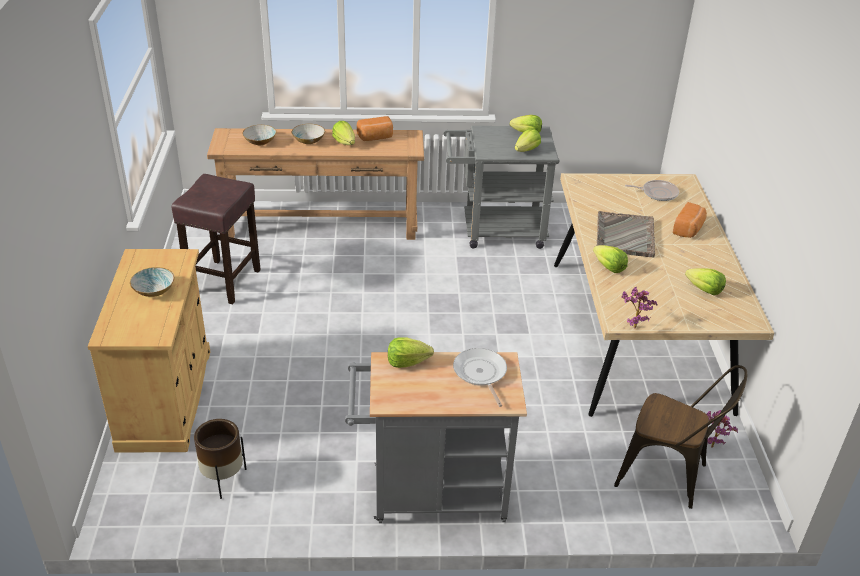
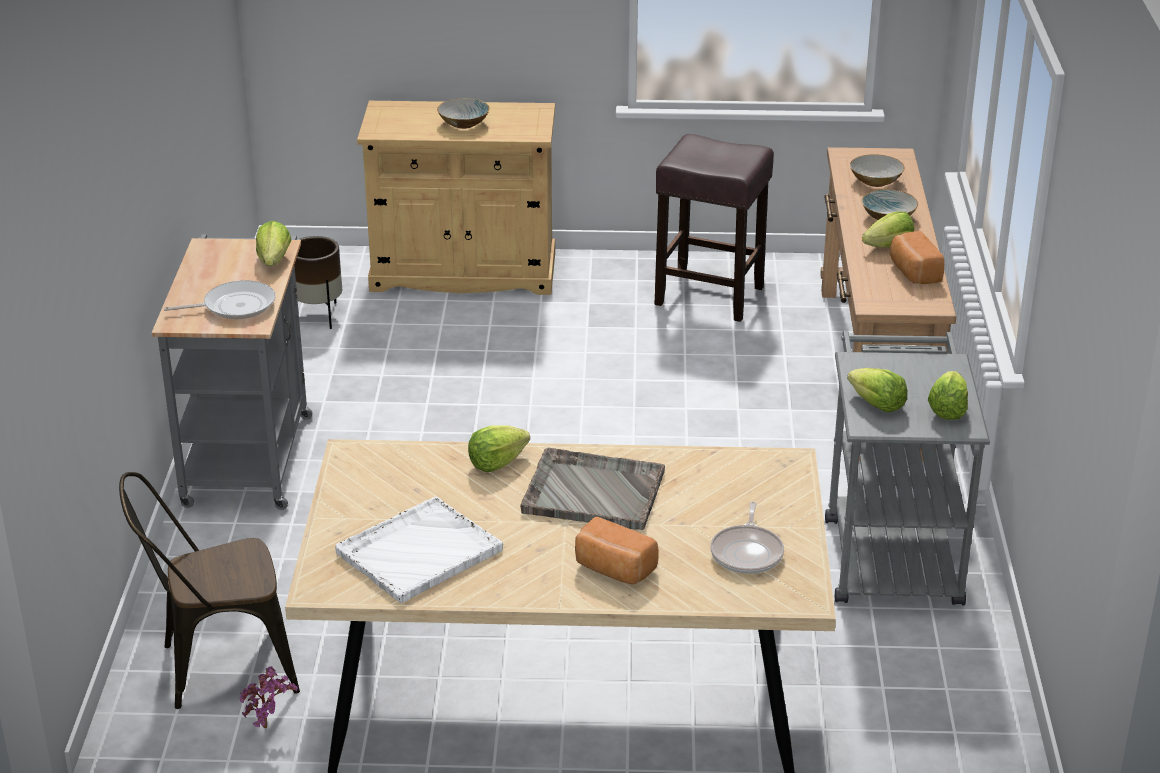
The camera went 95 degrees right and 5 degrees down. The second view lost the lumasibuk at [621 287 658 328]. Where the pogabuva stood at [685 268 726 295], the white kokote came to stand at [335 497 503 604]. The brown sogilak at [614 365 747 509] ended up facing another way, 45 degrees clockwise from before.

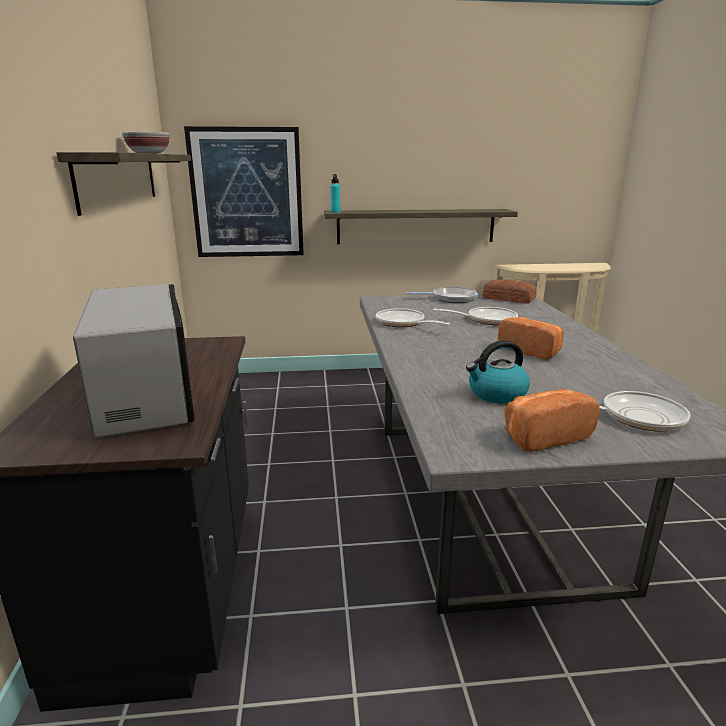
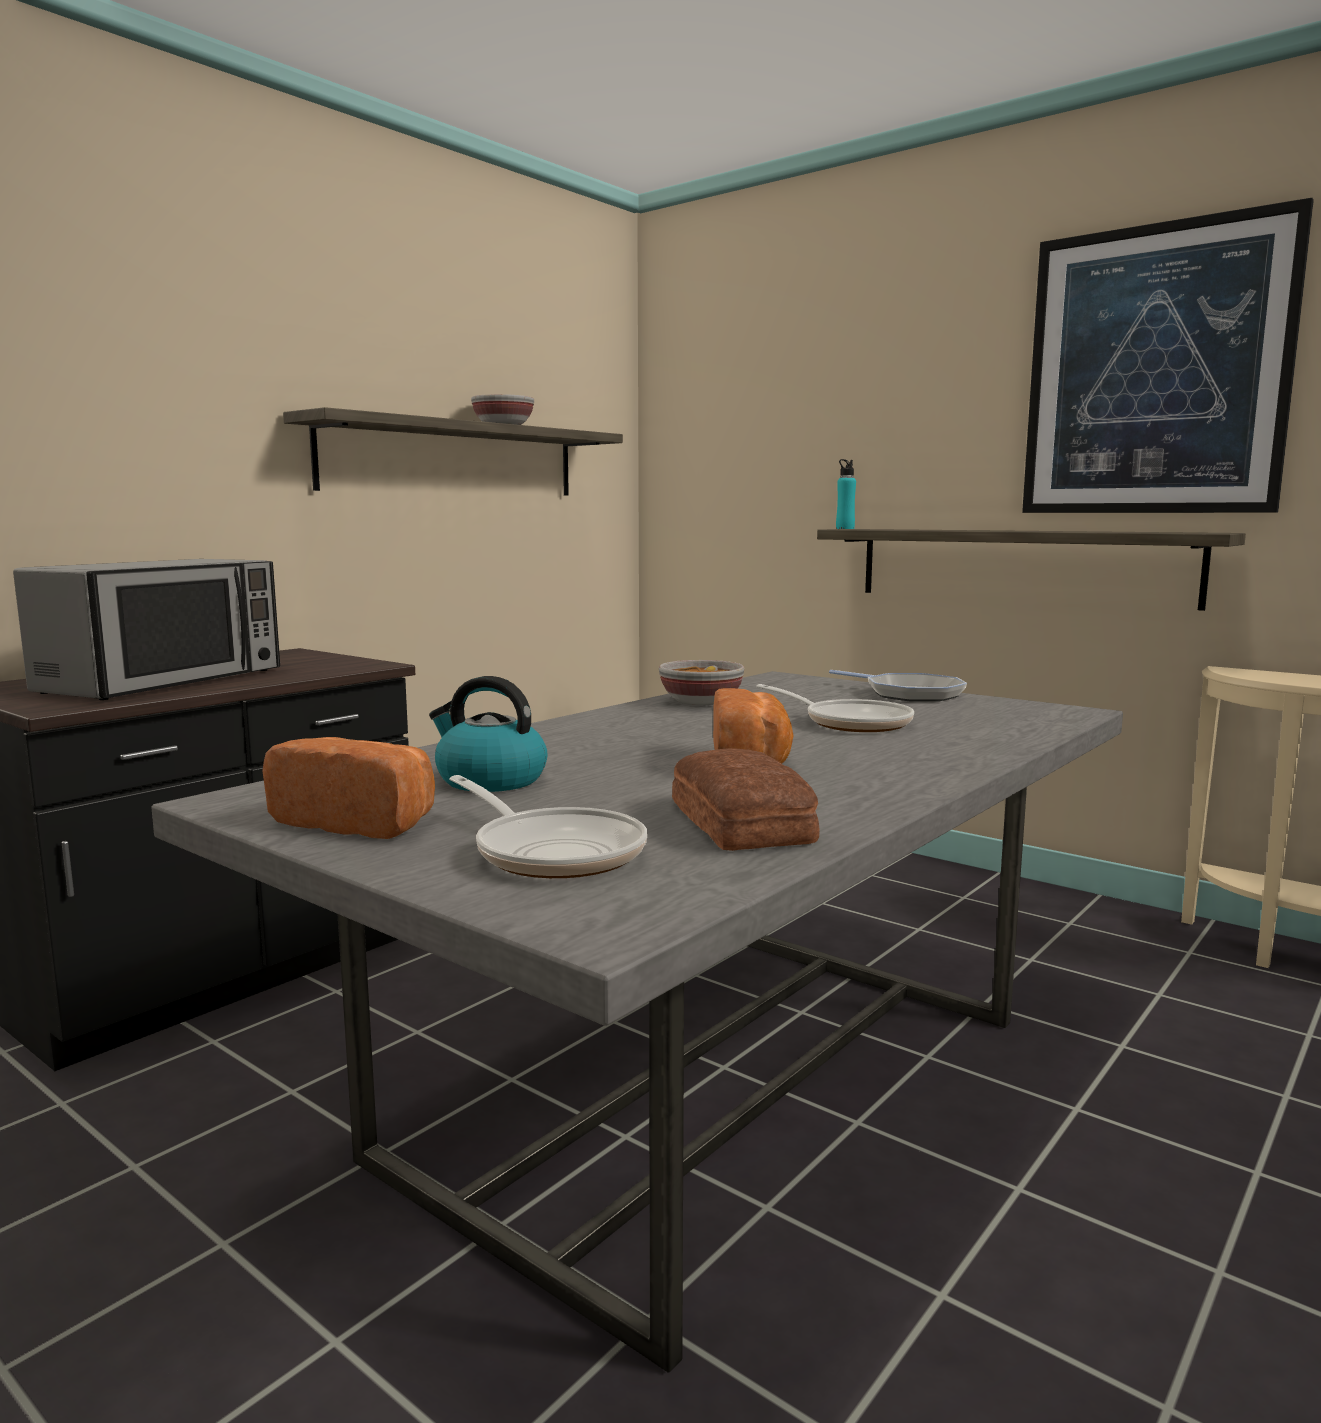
The camera went 45 degrees right and 10 degrees down. The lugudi ended up elsewhere, having gone from [184 126 304 257] to [1022 198 1314 513]. The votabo ended up elsewhere, having gone from [482 279 537 304] to [672 748 820 851]. Where the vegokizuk stood at [376 308 450 327], the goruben came to stand at [659 660 744 705].

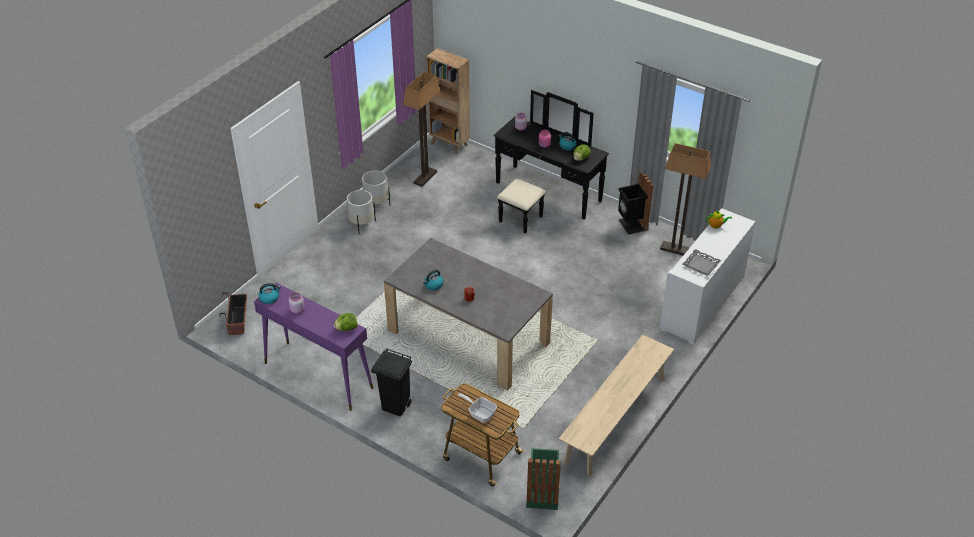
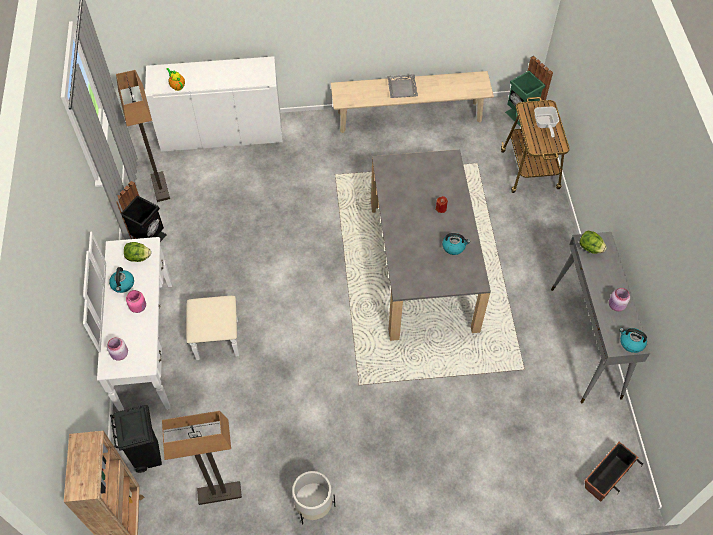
The camera went 130 degrees left and 15 degrees up. The second view lost the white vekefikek at [347 190 376 234]. The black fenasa ended up elsewhere, having gone from [371 348 412 417] to [110 405 162 473]. The grey kokote ended up elsewhere, having gone from [682 249 721 276] to [387 74 418 98]. What was the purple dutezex at [254 283 373 411] turned into the grey dutezex at [551 232 650 403]. What was the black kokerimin at [494 90 609 233] turned into the white kokerimin at [83 232 239 411].

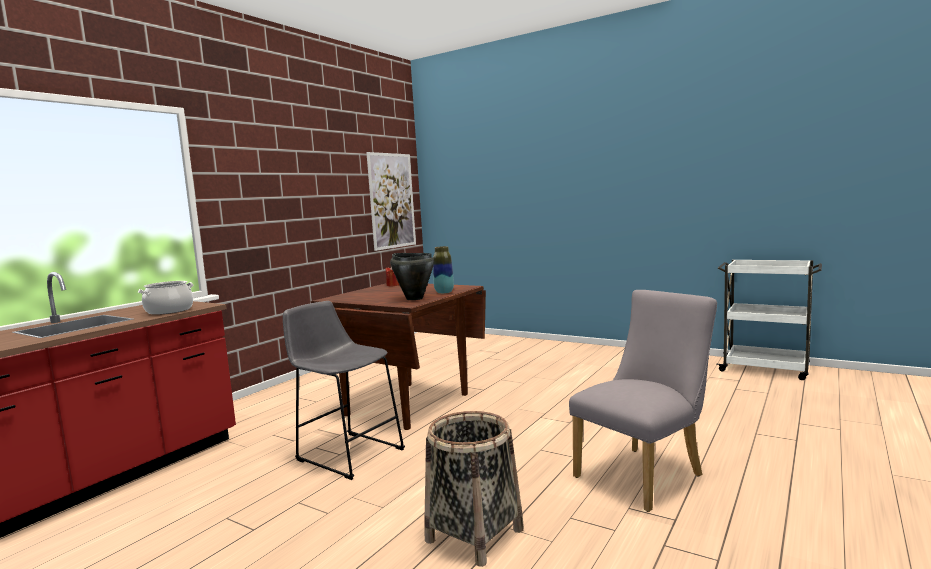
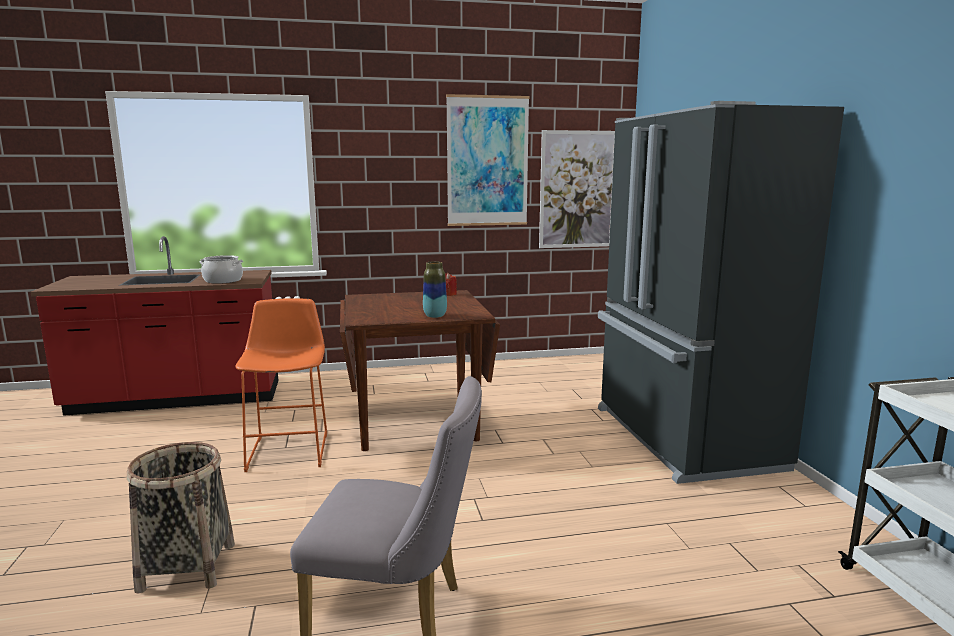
The camera went 45 degrees right and 5 degrees up. The second view lost the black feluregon at [390 253 434 300]. The second view gained the lugudi at [446 94 530 226]. The second view gained the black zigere at [598 101 844 484]. What was the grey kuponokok at [283 301 405 480] turned into the orange kuponokok at [235 298 327 472].

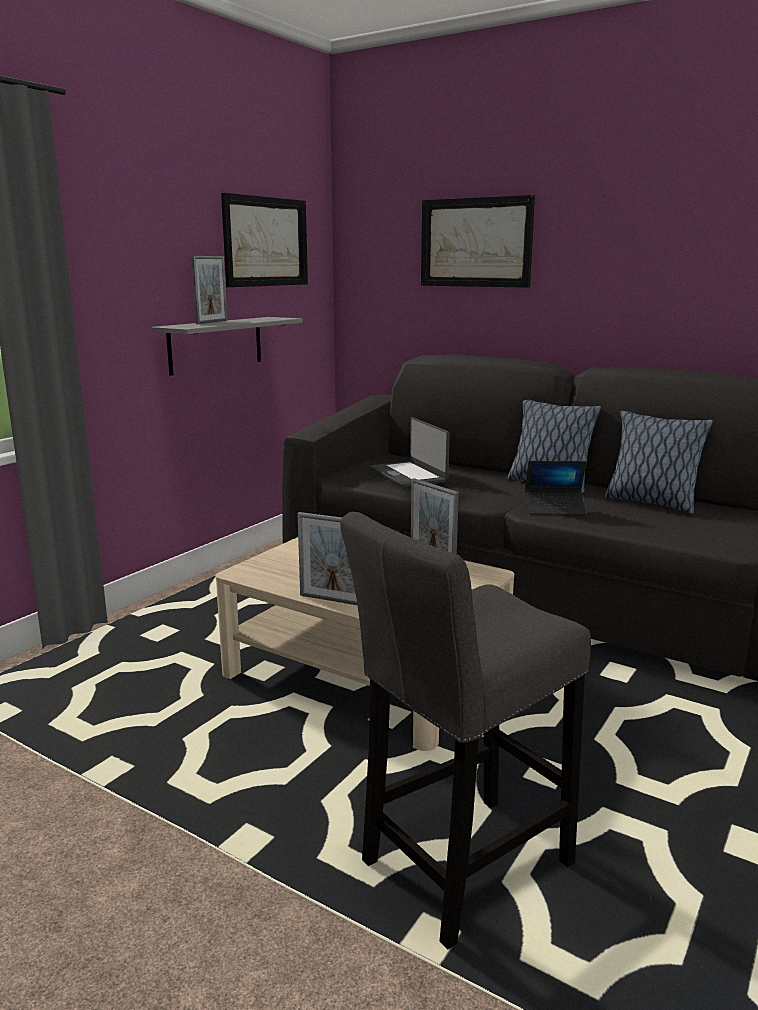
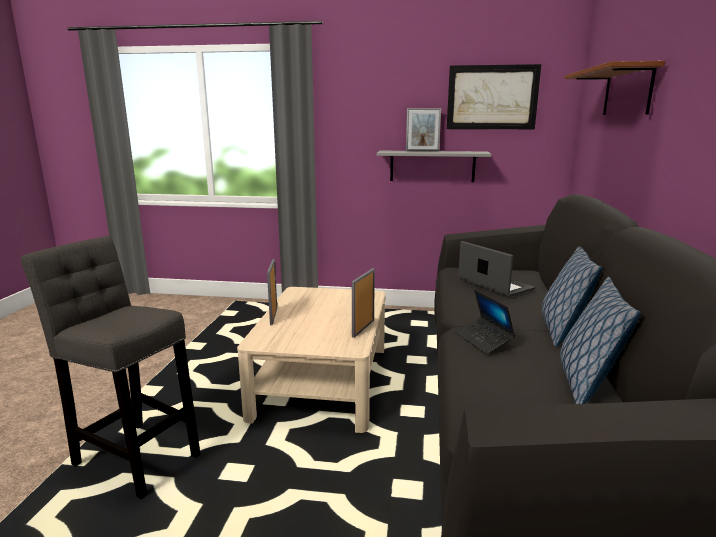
The camera went 65 degrees right and 0 degrees up. Where the lugudi hung at [421 195 535 288], the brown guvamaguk came to hang at [564 61 665 115]. The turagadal at [370 417 450 487] ended up facing another way, 105 degrees clockwise from before.

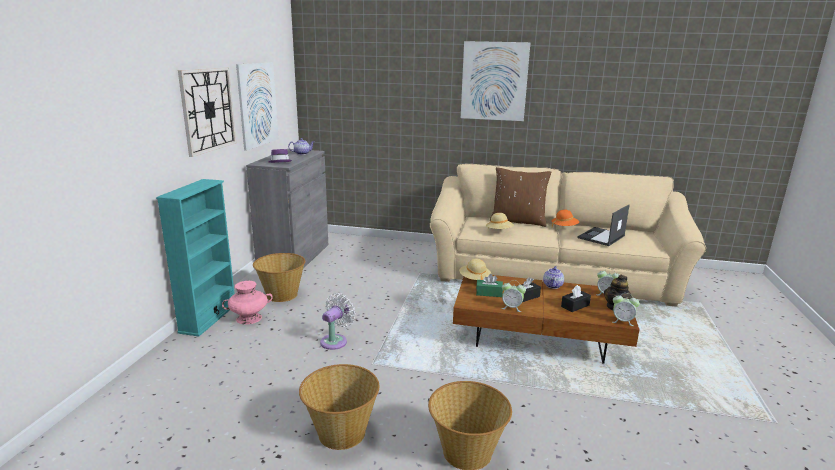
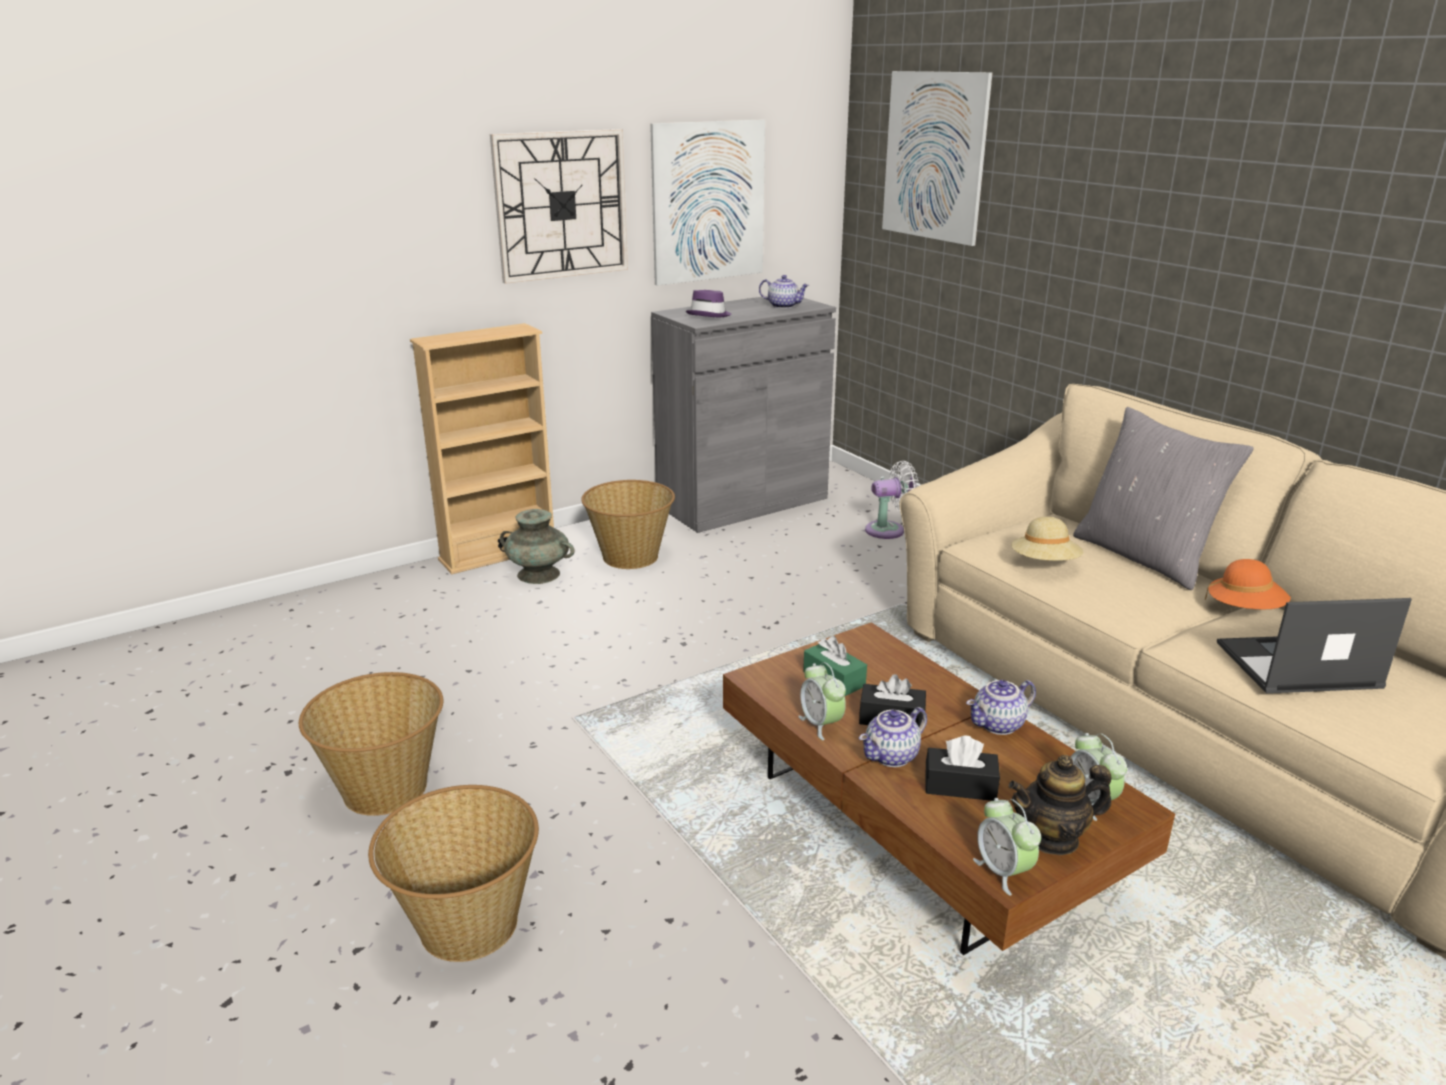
The camera went 45 degrees right and 5 degrees up. The second view lost the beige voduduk at [459 259 491 280]. The second view gained the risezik at [859 707 927 767]. The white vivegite ended up elsewhere, having gone from [320 293 356 350] to [865 461 919 539]. The lugudi ended up elsewhere, having gone from [461 41 531 121] to [882 71 992 246]. What was the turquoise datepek at [156 179 235 336] turned into the beige datepek at [410 323 554 574]. What was the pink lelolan at [222 281 273 325] turned into the turquoise lelolan at [500 509 575 584]. What was the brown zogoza at [490 167 551 227] turned into the grey zogoza at [1073 407 1254 590].

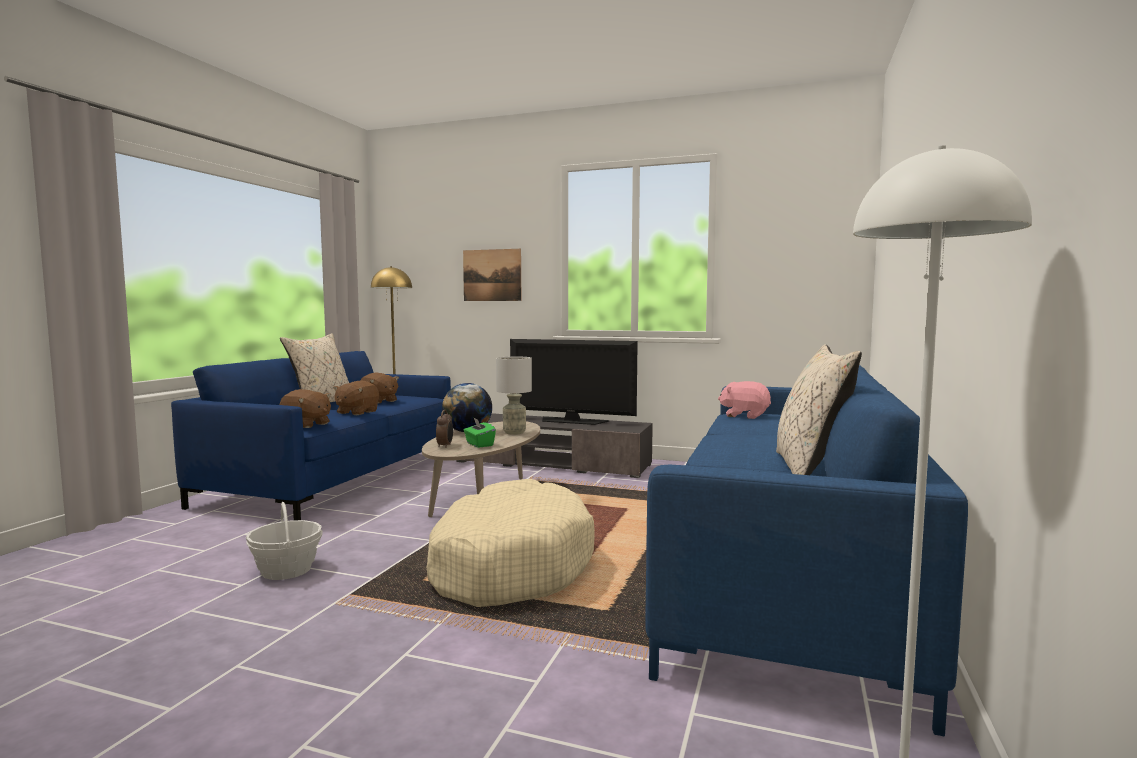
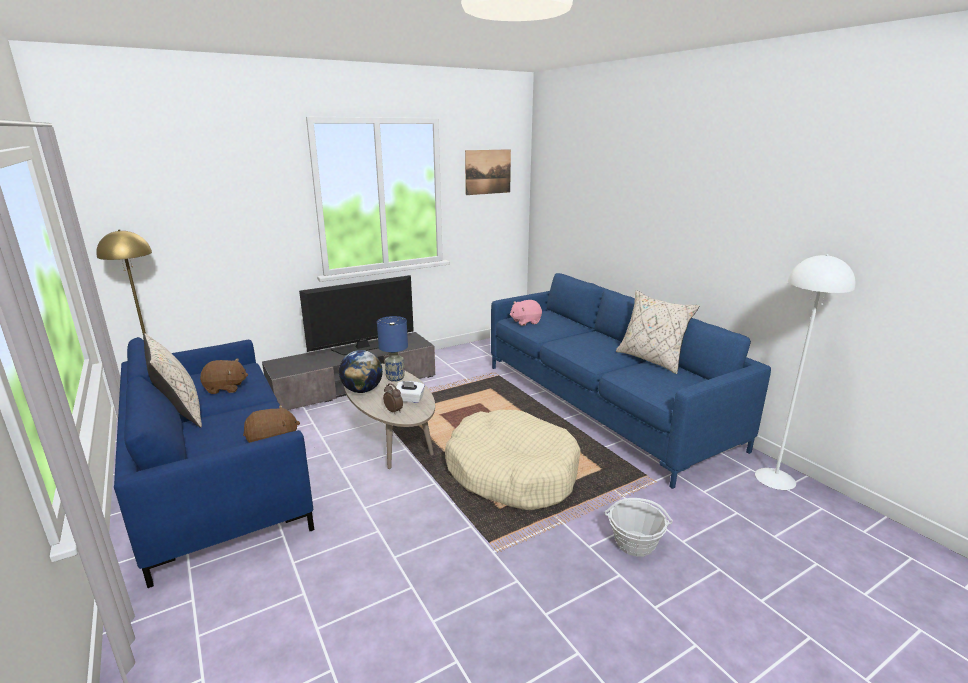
The camera went 50 degrees left and 15 degrees up. The second view lost the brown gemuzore at [333 381 379 415]. The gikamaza ended up elsewhere, having gone from [246 502 323 580] to [605 498 673 557]. The lugudi ended up elsewhere, having gone from [463 249 521 301] to [465 149 511 195]. What was the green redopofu at [464 418 496 448] turned into the white redopofu at [396 381 425 403]. What was the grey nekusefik at [496 356 532 435] turned into the blue nekusefik at [377 316 408 382].

